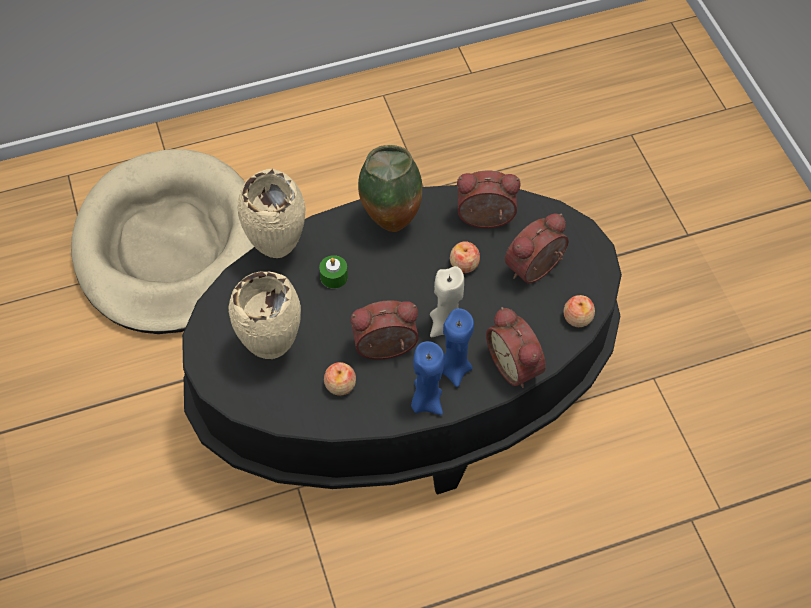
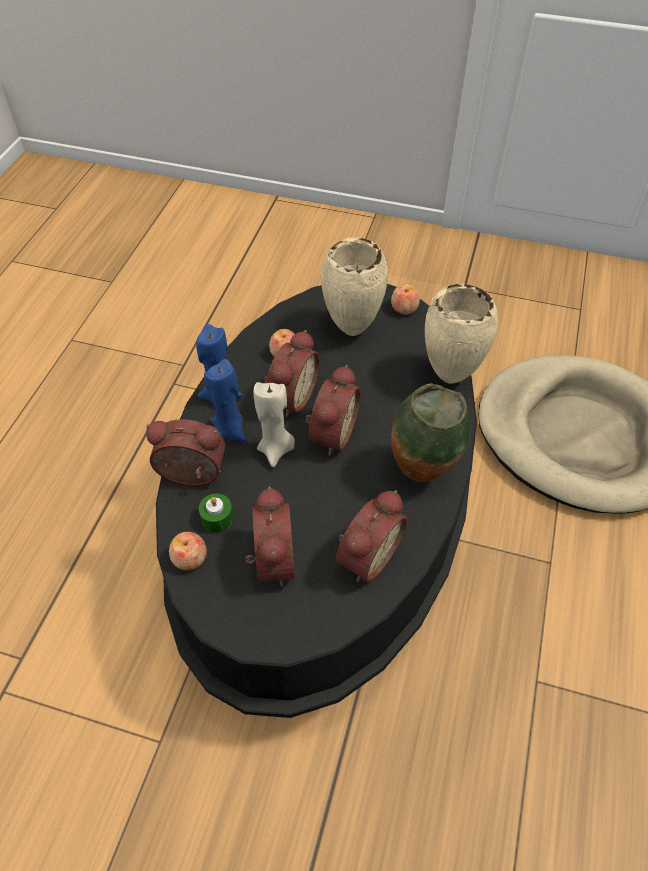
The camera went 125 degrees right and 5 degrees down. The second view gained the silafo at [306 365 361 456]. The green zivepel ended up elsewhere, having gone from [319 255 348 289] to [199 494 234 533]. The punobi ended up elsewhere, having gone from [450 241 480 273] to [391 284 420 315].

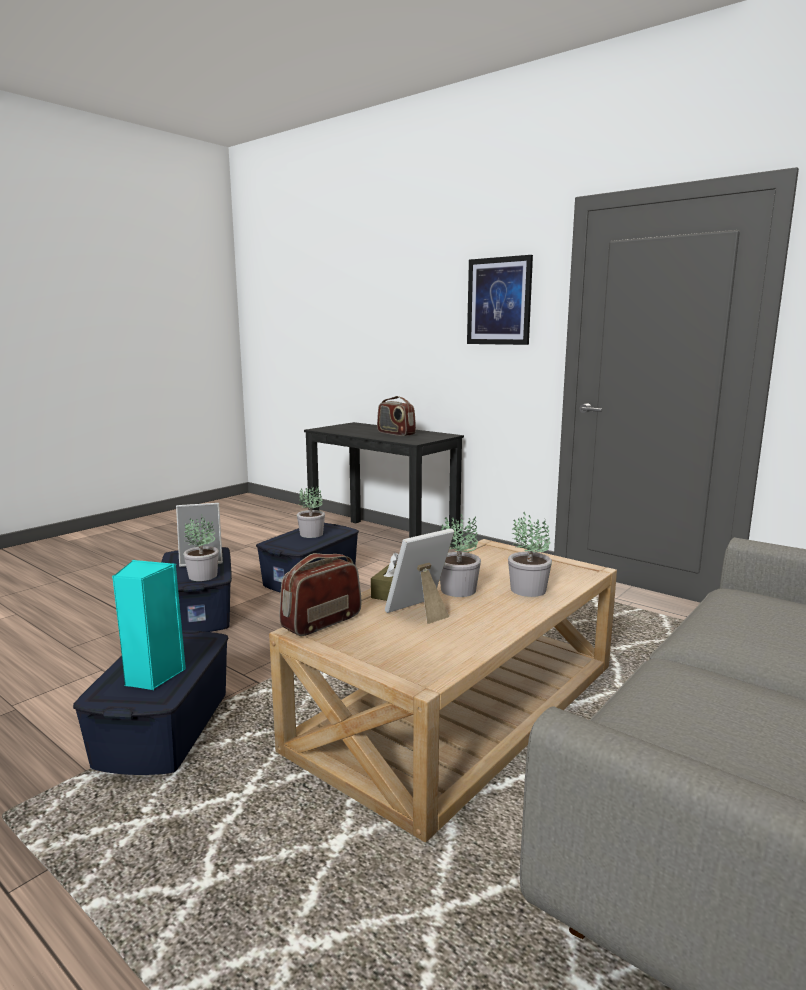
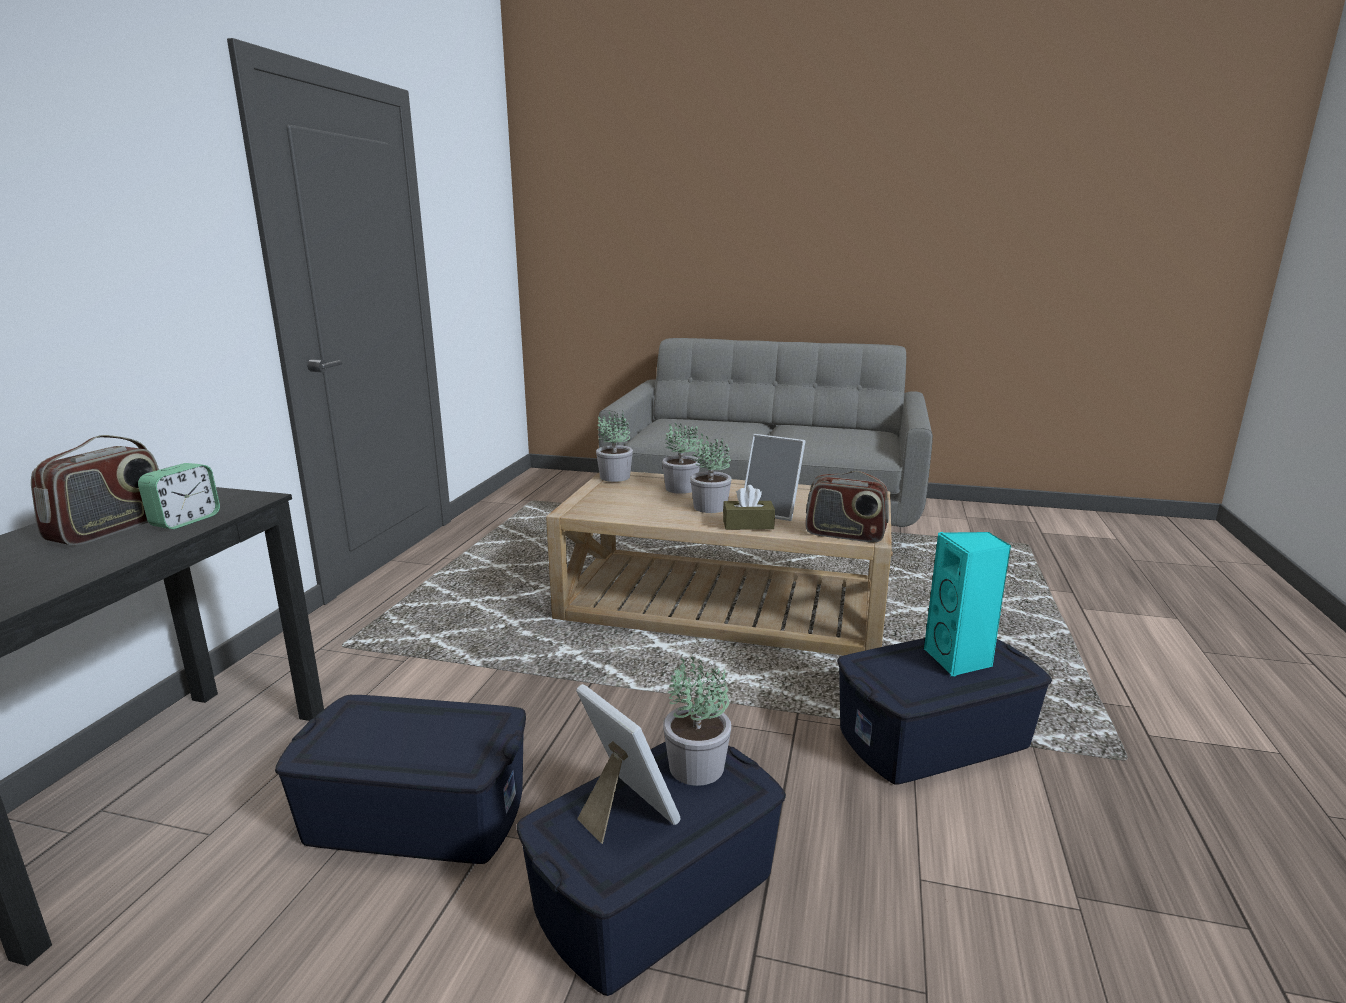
The camera went 115 degrees left and 5 degrees up. The second view lost the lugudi at [467 255 533 345]. The second view gained the silafo at [138 463 220 529]. The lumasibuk ended up elsewhere, having gone from [297 486 325 538] to [596 410 633 482].

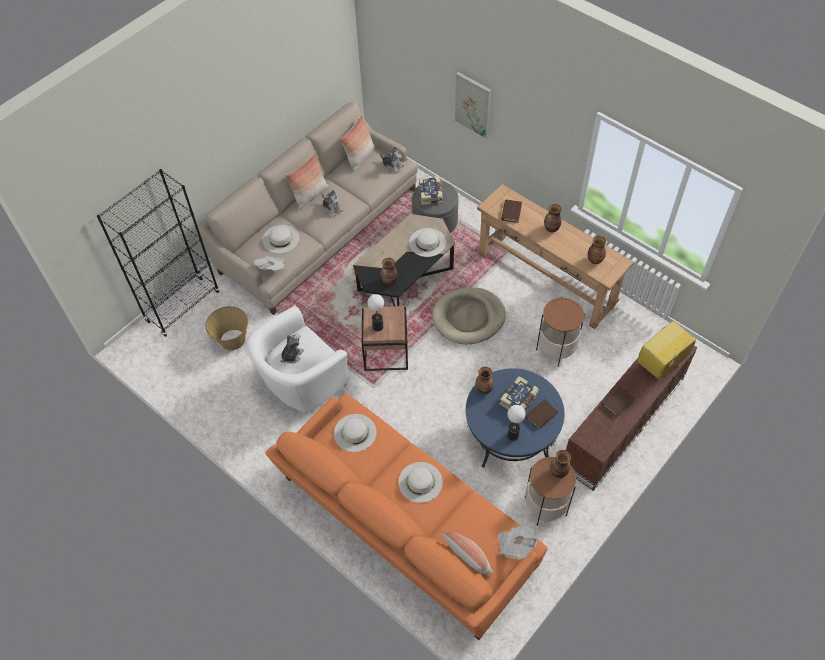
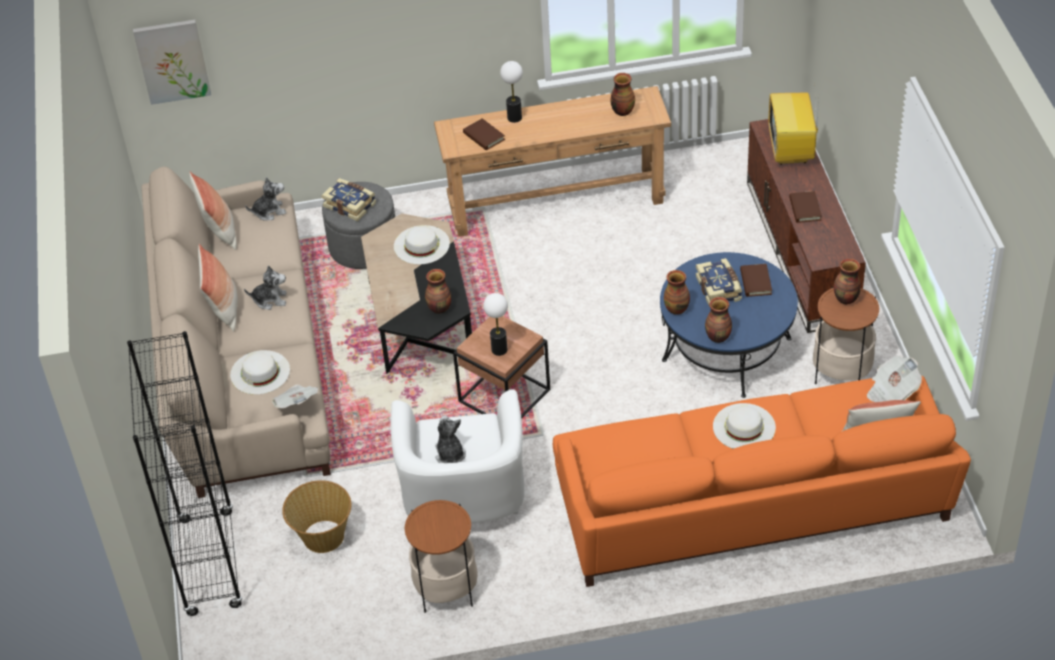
The camera went 50 degrees left and 10 degrees down. The second view lost the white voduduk at [334 414 377 452]. The second view lost the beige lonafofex at [432 287 506 344]. The lugudi ended up elsewhere, having gone from [455 72 491 138] to [133 20 211 105]. The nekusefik ended up elsewhere, having gone from [507 405 526 441] to [500 61 523 123]. The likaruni ended up elsewhere, having gone from [536 297 585 367] to [405 500 477 613]. The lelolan ended up elsewhere, having gone from [544 204 562 233] to [705 297 732 343].

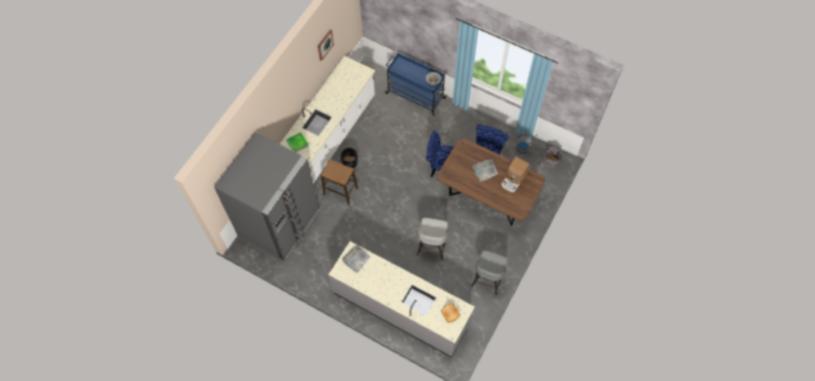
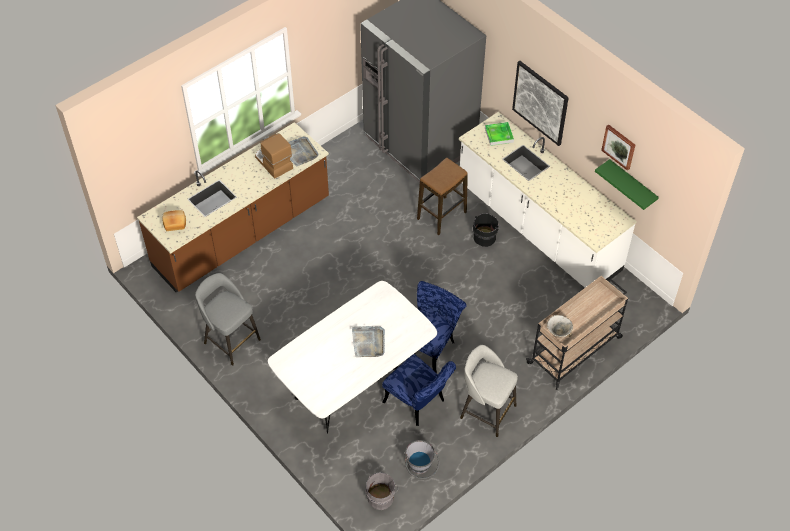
The camera went 110 degrees right and 10 degrees down. The second view gained the lugudi at [512 61 569 146]. The second view gained the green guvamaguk at [595 159 659 210]. The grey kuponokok ended up elsewhere, having gone from [417 218 448 260] to [460 345 518 437]. The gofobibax ended up elsewhere, having gone from [501 157 529 193] to [255 133 293 179]. What was the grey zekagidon at [328 241 475 358] turned into the brown zekagidon at [137 122 329 292]. What was the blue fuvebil at [385 53 447 116] turned into the beige fuvebil at [526 276 628 390]. What was the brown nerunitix at [437 138 545 226] turned into the white nerunitix at [268 281 437 434].

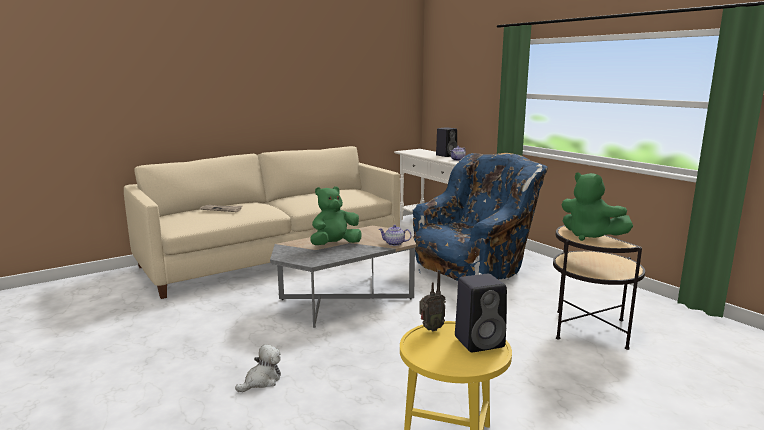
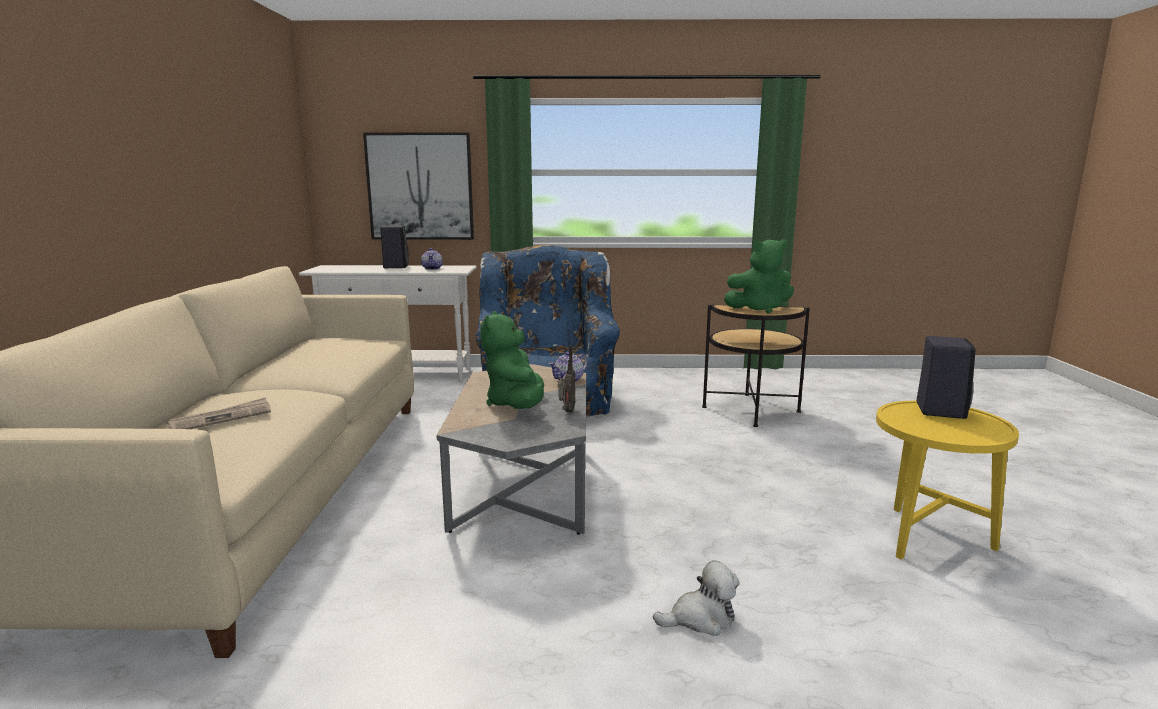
The camera went 55 degrees left and 0 degrees up. The second view gained the lugudi at [363 133 474 240]. The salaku ended up elsewhere, having gone from [419 270 446 331] to [558 345 575 413]. The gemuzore at [235 344 281 392] ended up facing another way, 90 degrees clockwise from before.

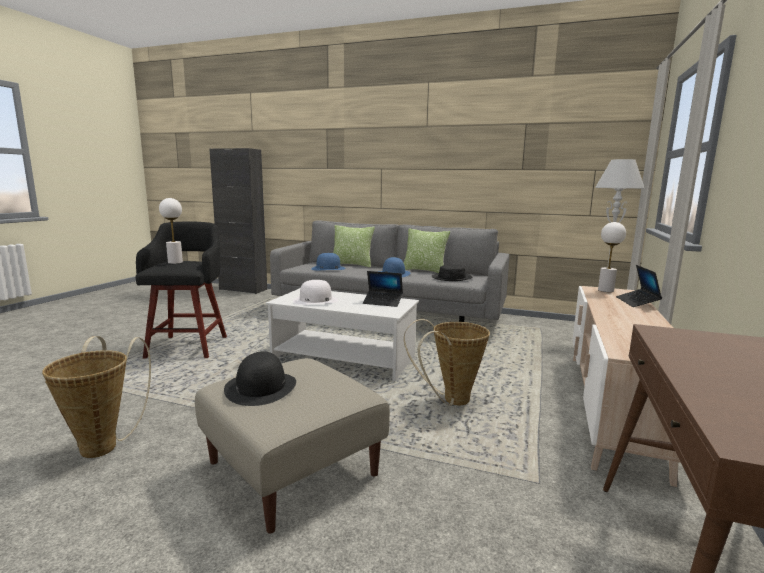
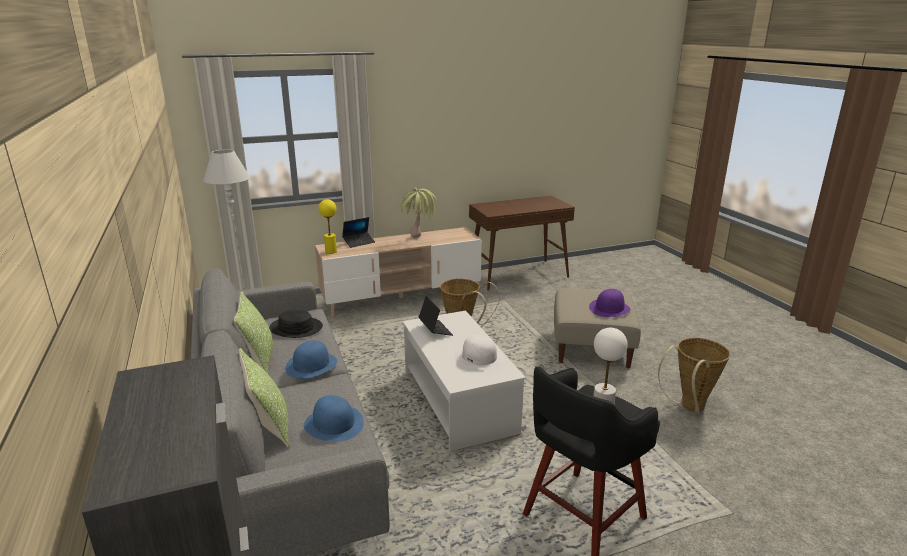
The camera went 130 degrees left and 10 degrees up. The second view gained the lumasibuk at [400 188 437 238]. What was the black voduduk at [224 351 296 406] turned into the purple voduduk at [589 289 631 317]. What was the white nekusefik at [598 222 626 292] turned into the yellow nekusefik at [318 199 337 254].

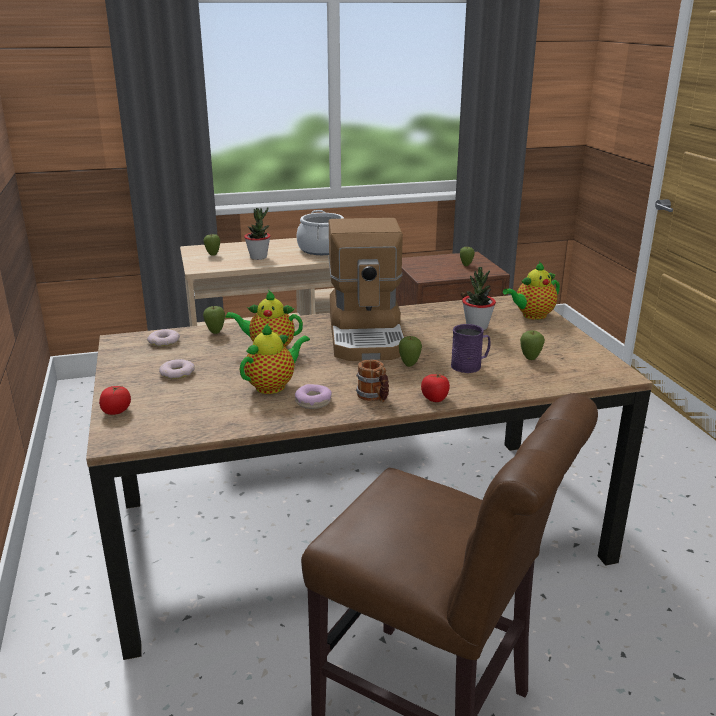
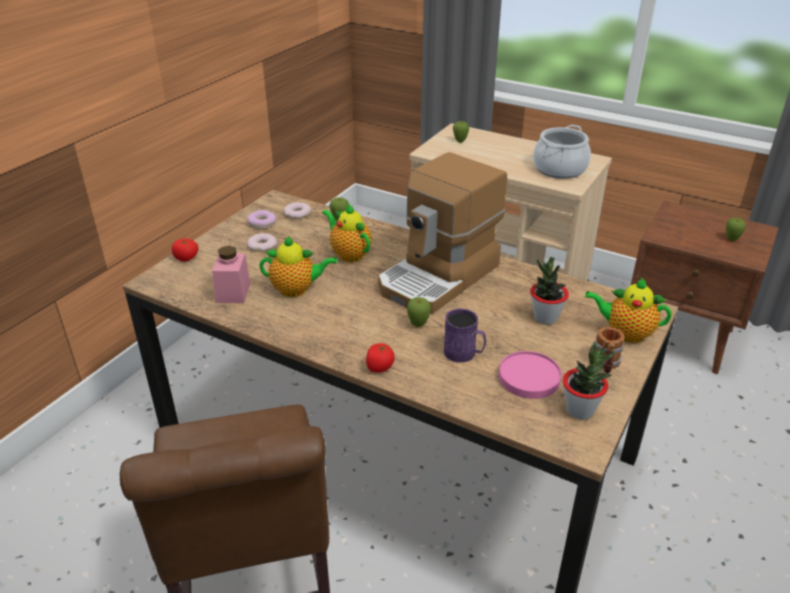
The camera went 45 degrees right and 10 degrees up. The second view gained the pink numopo at [212 246 250 303]. The lumasibuk ended up elsewhere, having gone from [244 207 270 260] to [563 342 615 420]. The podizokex ended up elsewhere, having gone from [295 384 332 409] to [247 210 276 230]. The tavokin ended up elsewhere, having gone from [356 359 389 402] to [595 327 625 373]. Where the punobi stood at [520 331 545 360], the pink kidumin came to stand at [499 351 561 399].

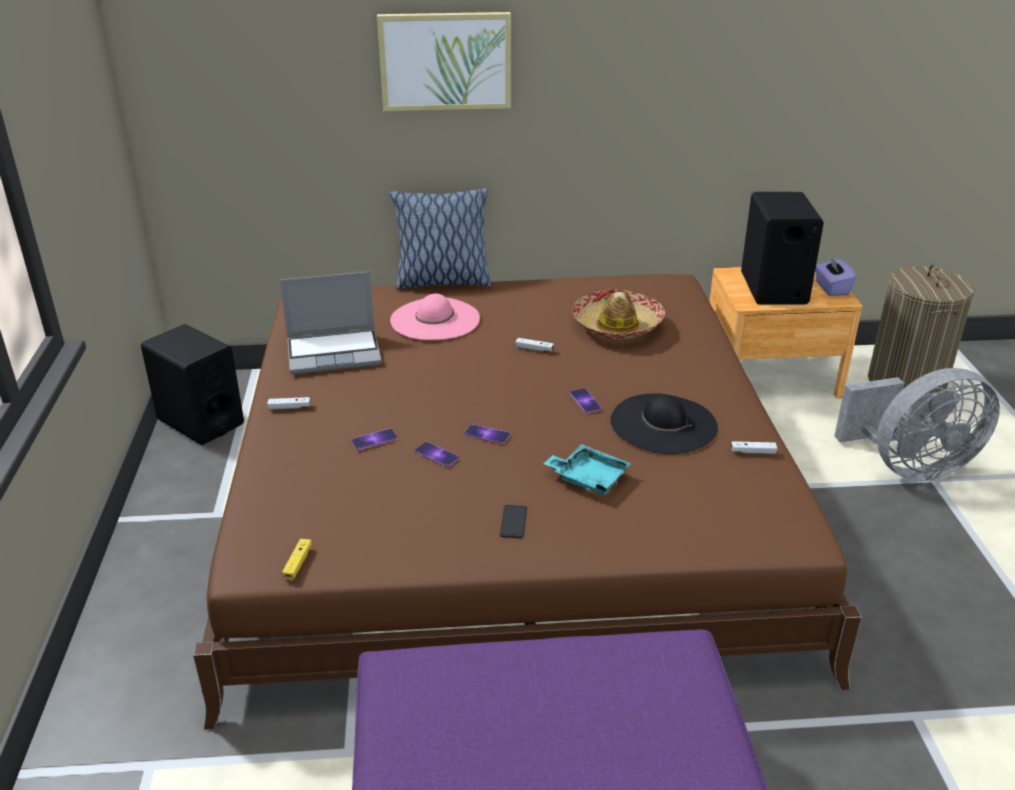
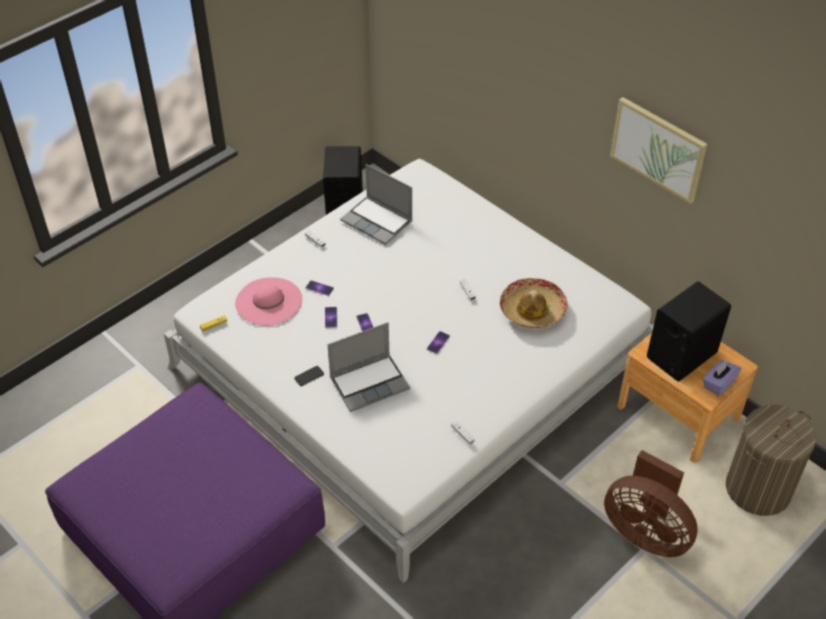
The camera went 50 degrees right and 15 degrees up. The second view lost the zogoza at [389 188 491 290]. The second view lost the black voduduk at [610 393 718 454]. The lugudi ended up elsewhere, having gone from [377 12 511 111] to [610 97 707 204]. The pink voduduk ended up elsewhere, having gone from [390 293 480 340] to [235 277 302 326]. Where the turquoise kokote stood at [543 444 632 496], the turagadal came to stand at [327 322 410 412]. What was the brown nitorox at [193 274 862 730] turned into the white nitorox at [164 159 654 583]. What was the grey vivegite at [834 368 1000 481] turned into the brown vivegite at [604 450 698 557].

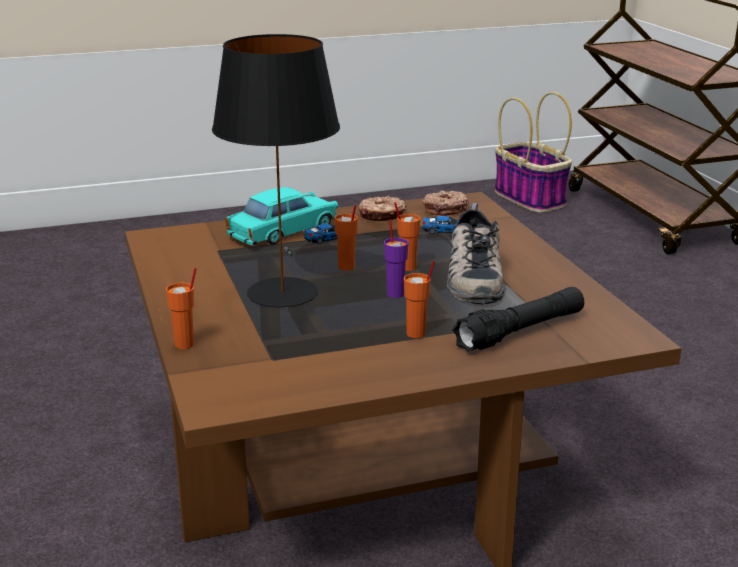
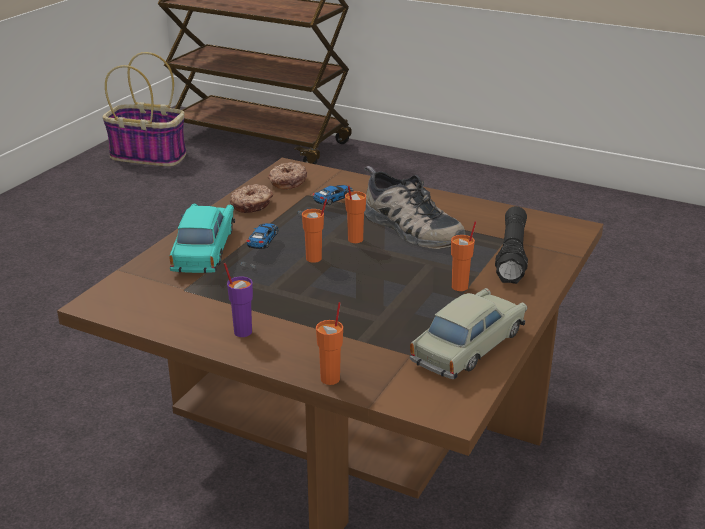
The camera went 45 degrees left and 5 degrees up. The second view lost the black nekusefik at [212 34 340 307]. The second view gained the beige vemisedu at [410 288 527 379]. The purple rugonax ended up elsewhere, having gone from [384 220 408 298] to [224 263 253 337].

